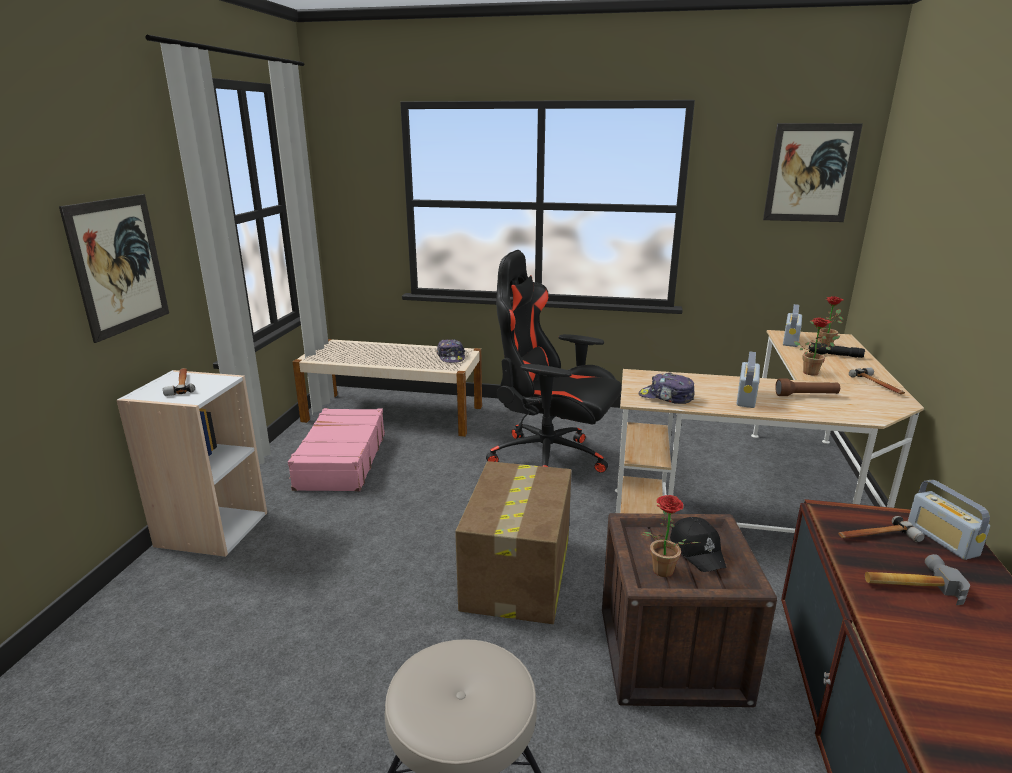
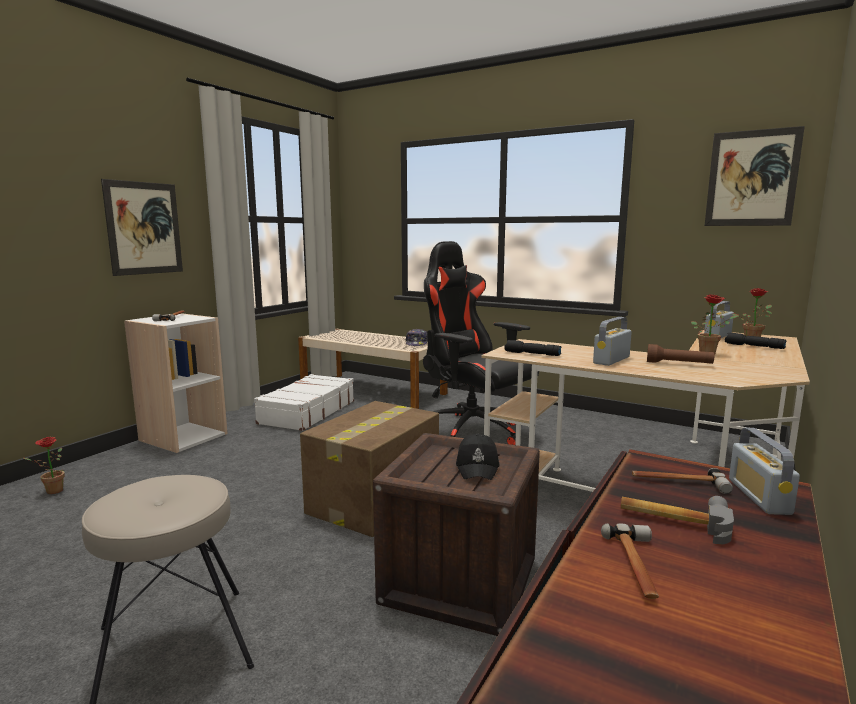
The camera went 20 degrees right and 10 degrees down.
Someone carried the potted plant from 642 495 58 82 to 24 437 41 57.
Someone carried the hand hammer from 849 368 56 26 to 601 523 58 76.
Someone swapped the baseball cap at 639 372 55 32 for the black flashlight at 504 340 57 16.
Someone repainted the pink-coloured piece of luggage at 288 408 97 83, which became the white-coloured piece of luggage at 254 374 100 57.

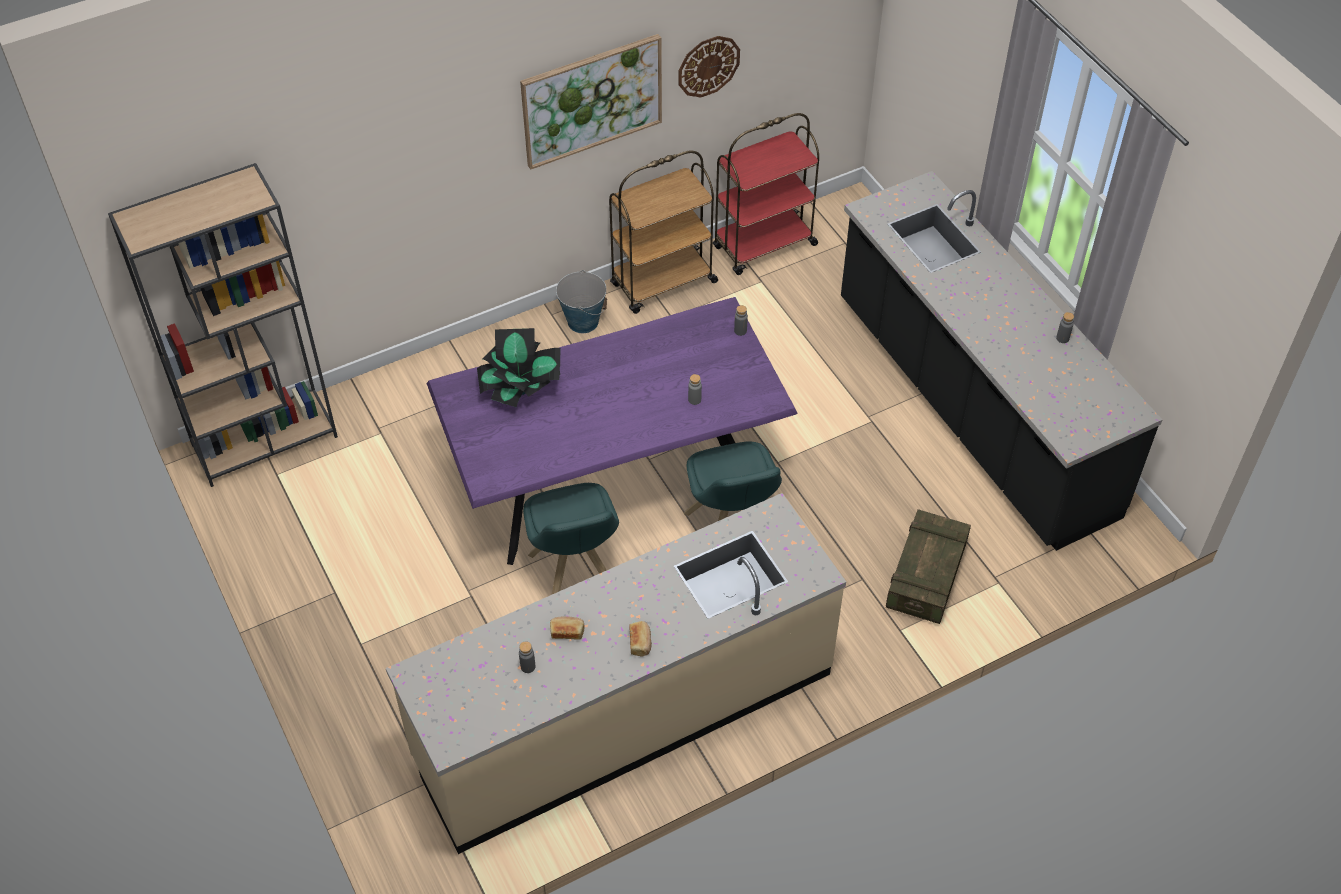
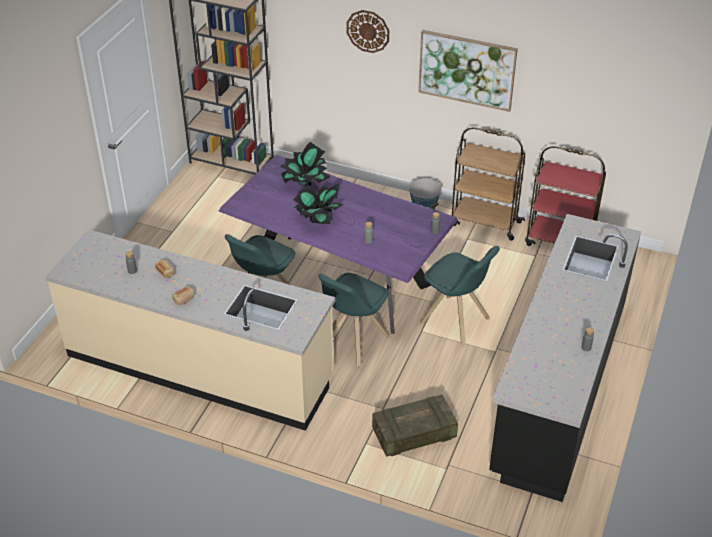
The camera went 50 degrees right and 10 degrees down.
Someone put down the potted plant at 293 183 51 41.
Someone put down the turquoise-coloured plain chair at 420 246 80 98.
Someone carried the clock on the wall from 678 36 62 61 to 347 10 42 43.

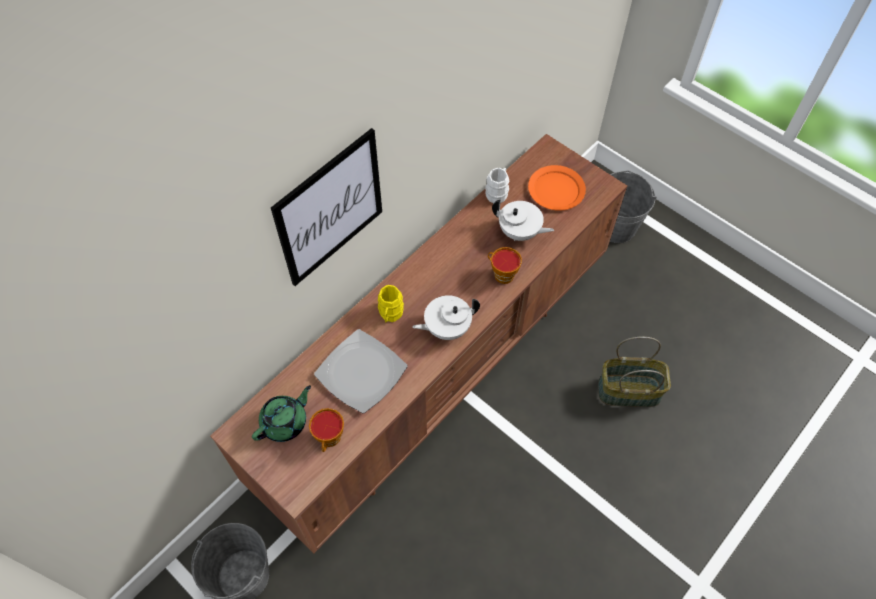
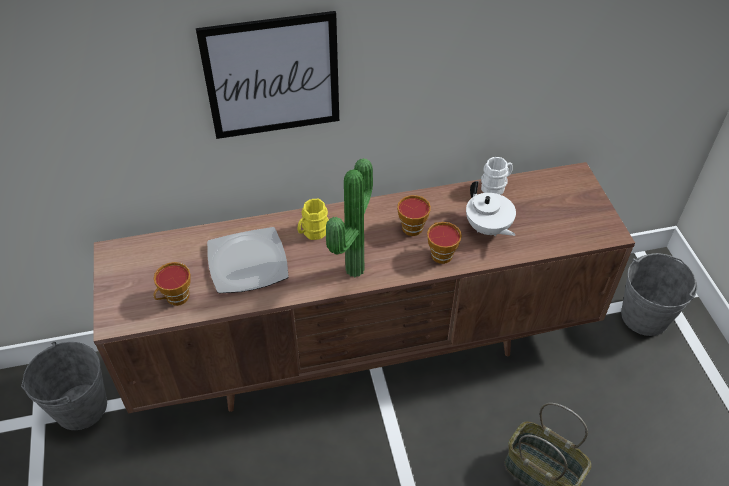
The camera went 35 degrees right and 10 degrees down.
Someone took away the greenish pot for tea at 252 385 59 57.
Someone took away the orange-coloured plate at 528 165 58 46.
Someone put down the drinking cup at 397 195 34 41.
Someone swapped the white-coloured pot for tea at 412 295 68 45 for the potted plant at 326 158 47 119.

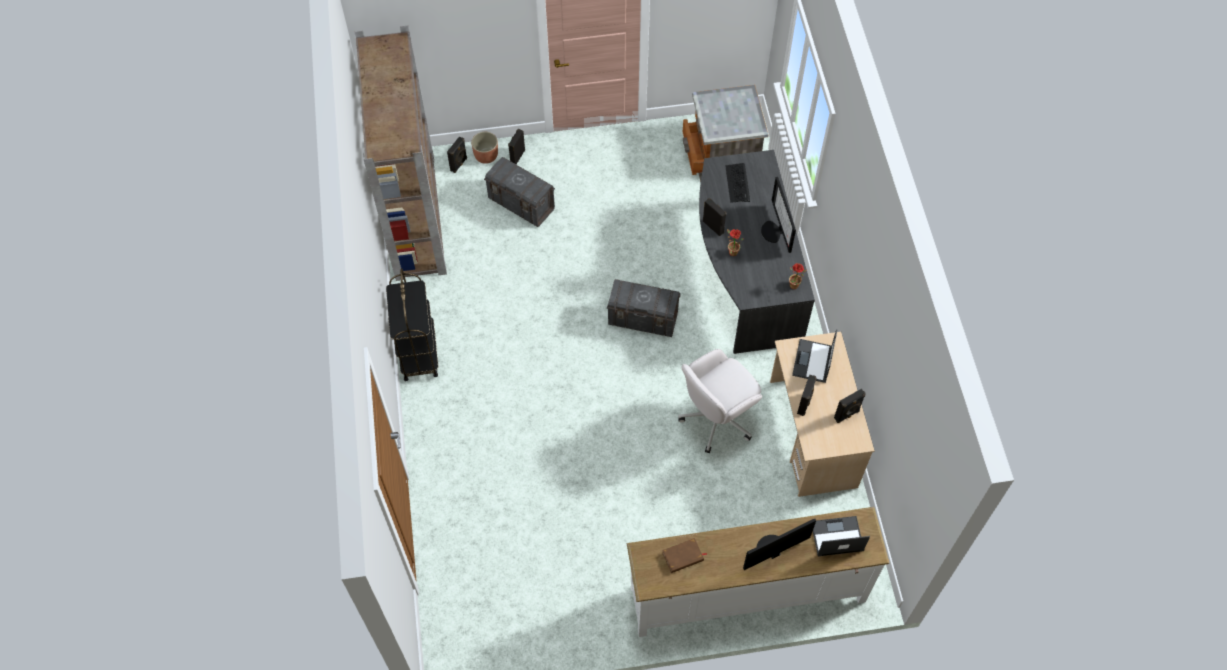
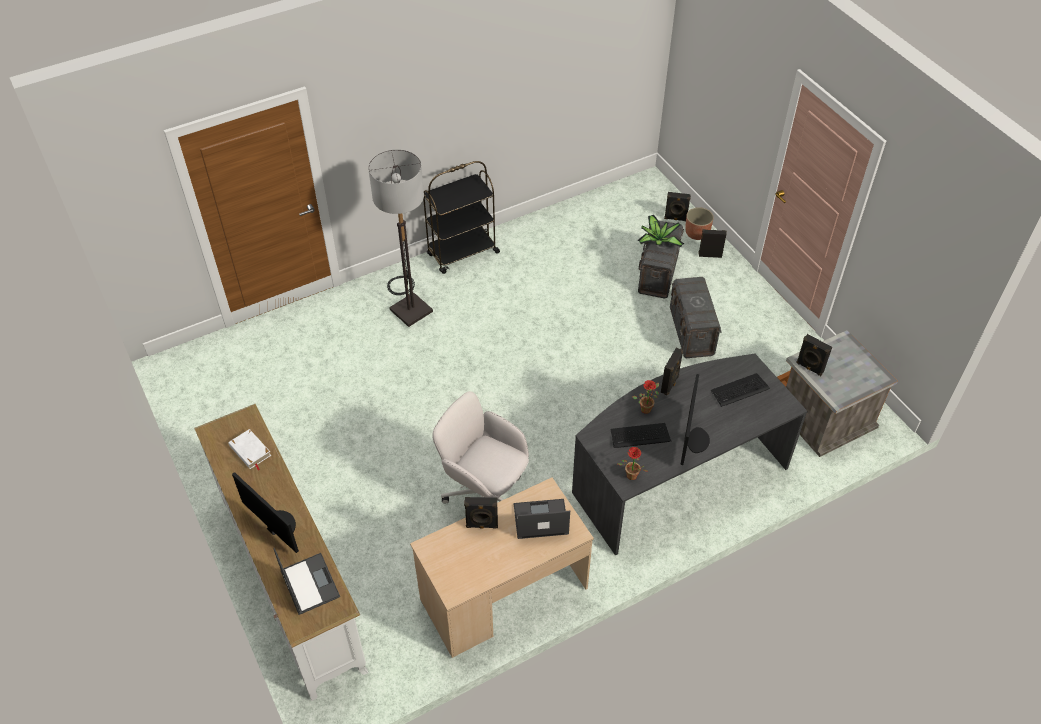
The camera went 70 degrees right and 10 degrees down.
Someone took away the brown-coloured bookcase at 354 25 93 256.
Someone put down the standing lamp at 368 149 65 178.
Someone put down the PC keyboard at 610 423 61 25.
Someone put down the potted plant at 638 215 46 32.
Someone carried the gray storage box from 607 279 74 58 to 670 277 51 81.
Someone carried the black loudspeaker from 834 389 32 34 to 796 334 36 42.
Someone repainted the brown-coloured book at 662 538 45 35, which became the white-coloured book at 228 429 43 41.
Someone rotated the monitor at 761 177 35 76 by 135 degrees clockwise.

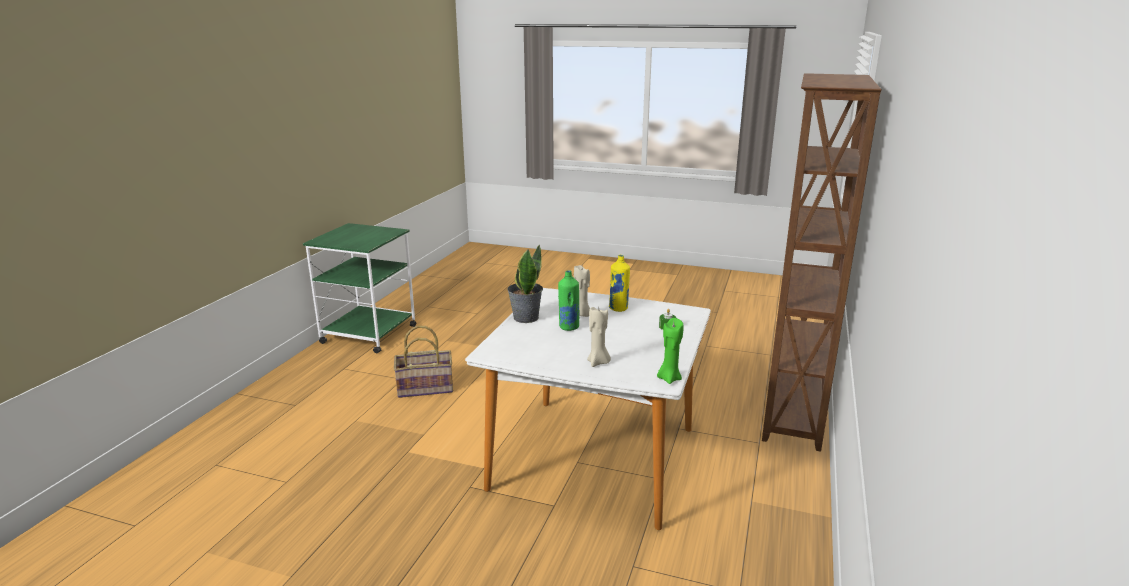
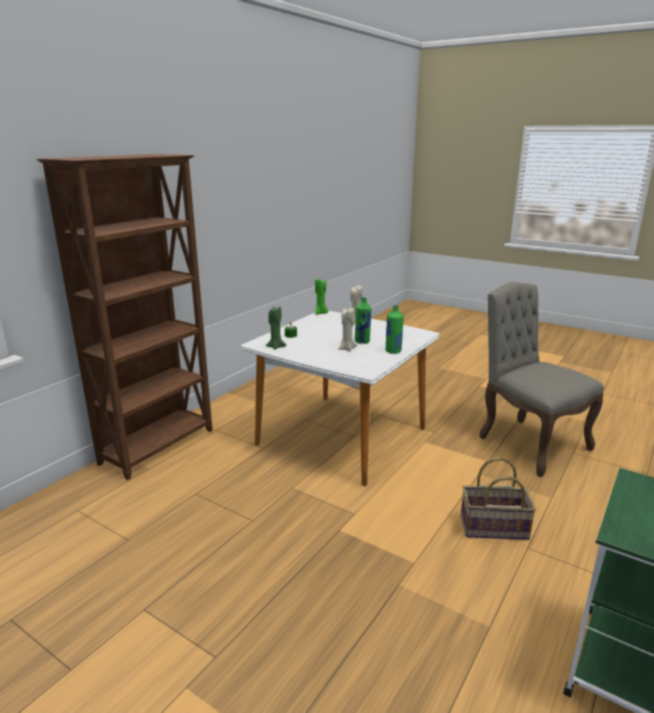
The camera went 165 degrees left and 0 degrees up.
Someone took away the yellow bottle at 609 255 21 57.
Someone put down the greenish wax candle at 266 306 20 43.
Someone put down the gray plain chair at 480 282 124 195.
Someone swapped the potted plant at 507 244 36 79 for the greenish bottle at 386 305 17 49.

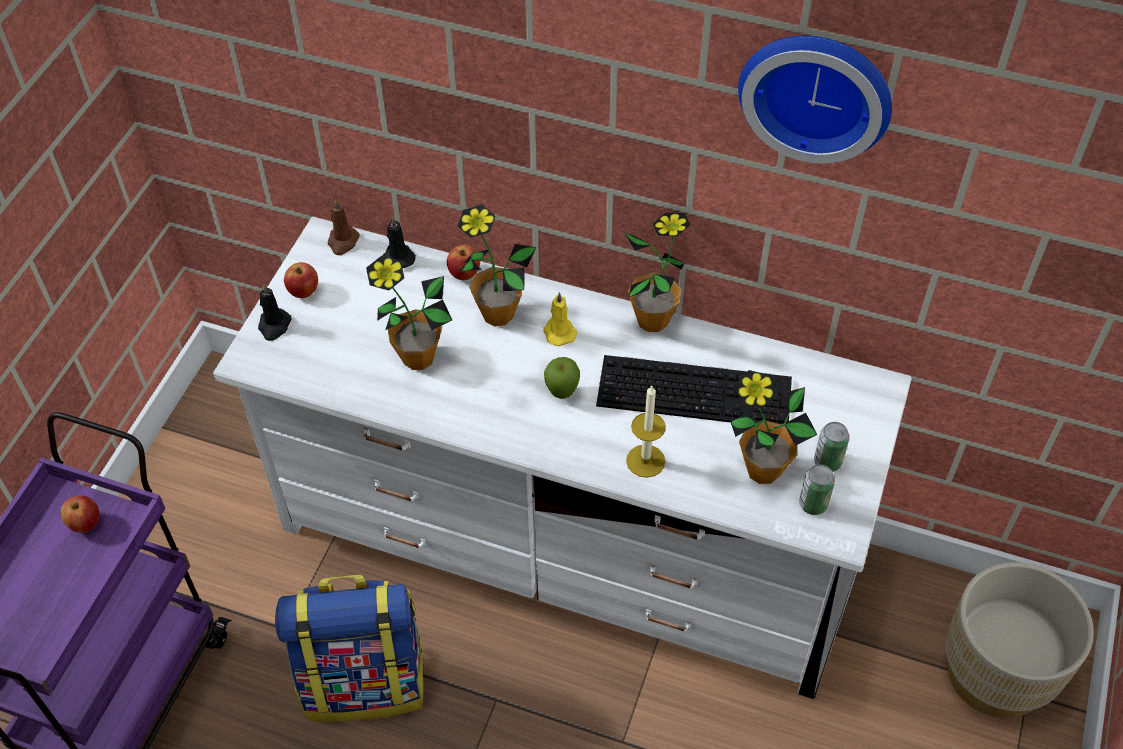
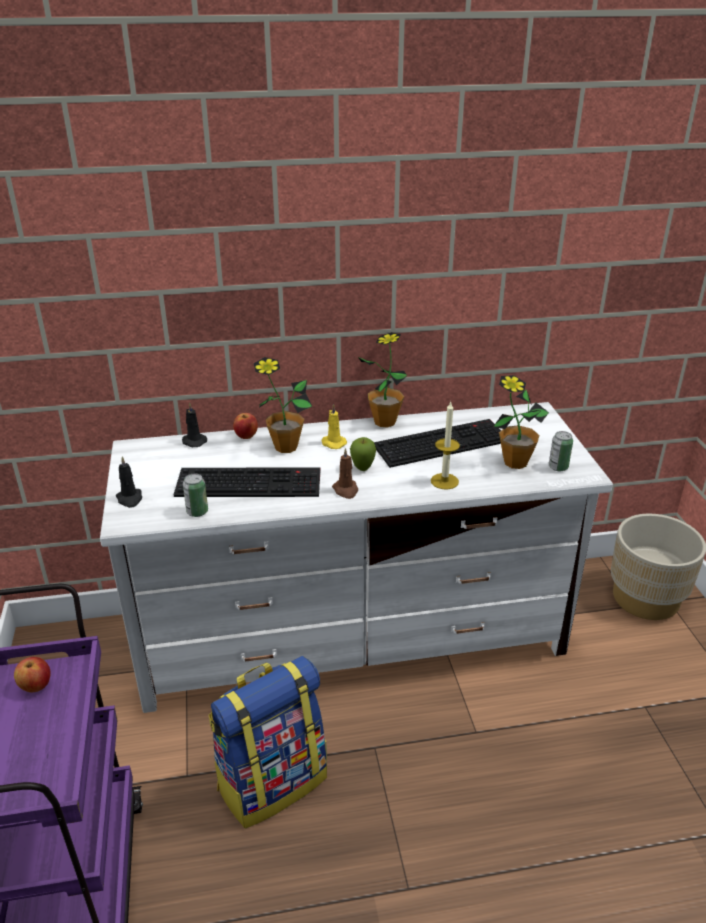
The camera went 30 degrees left and 20 degrees down.
Someone took away the whole apple at 284 262 34 36.
Someone took away the clock on the wall at 738 36 154 128.
Someone carried the brown-coloured wax candle from 328 199 32 56 to 332 448 26 51.
Someone carried the can from 814 422 35 50 to 183 474 25 43.
Someone swapped the potted plant at 366 256 86 114 for the PC keyboard at 174 468 146 29.

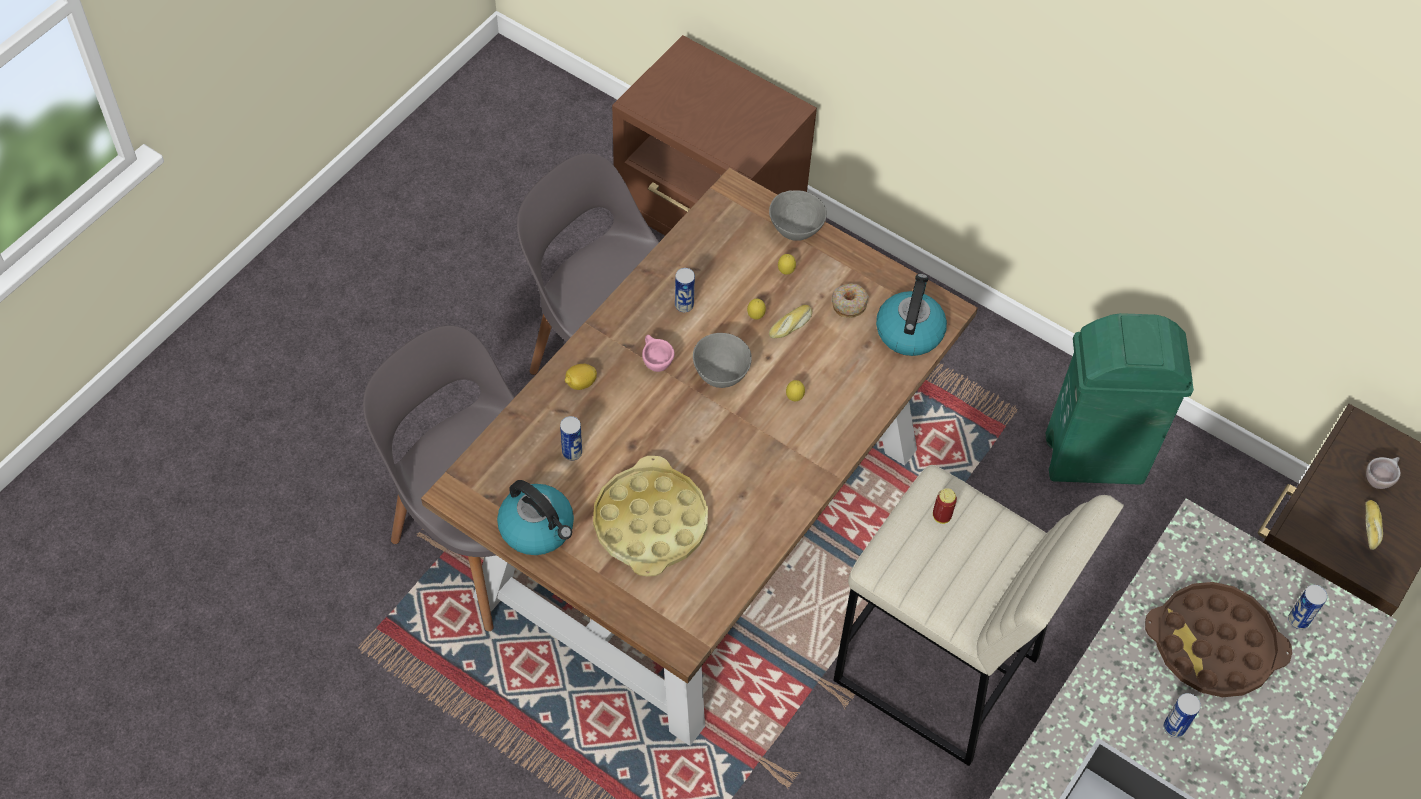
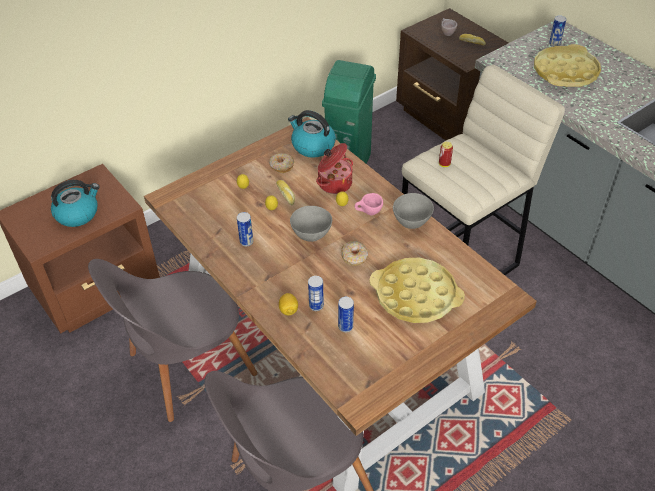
The camera went 70 degrees left and 10 degrees down.
Someone put down the cooking pot at 316 143 37 51.
Someone put down the ring doughnut at 341 241 27 25.
Someone carried the tea kettle from 497 480 77 75 to 51 180 49 47.
Someone carried the pink-coloured drinking cup from 642 335 33 37 to 354 193 29 22.
Someone carried the gray serving bowl from 769 190 58 51 to 393 193 41 36.
Someone carried the can from 1164 693 37 44 to 308 276 16 35.
Someone repainted the brown-coloured tray at 1145 582 147 115, which became the yellow tray at 534 44 67 43.

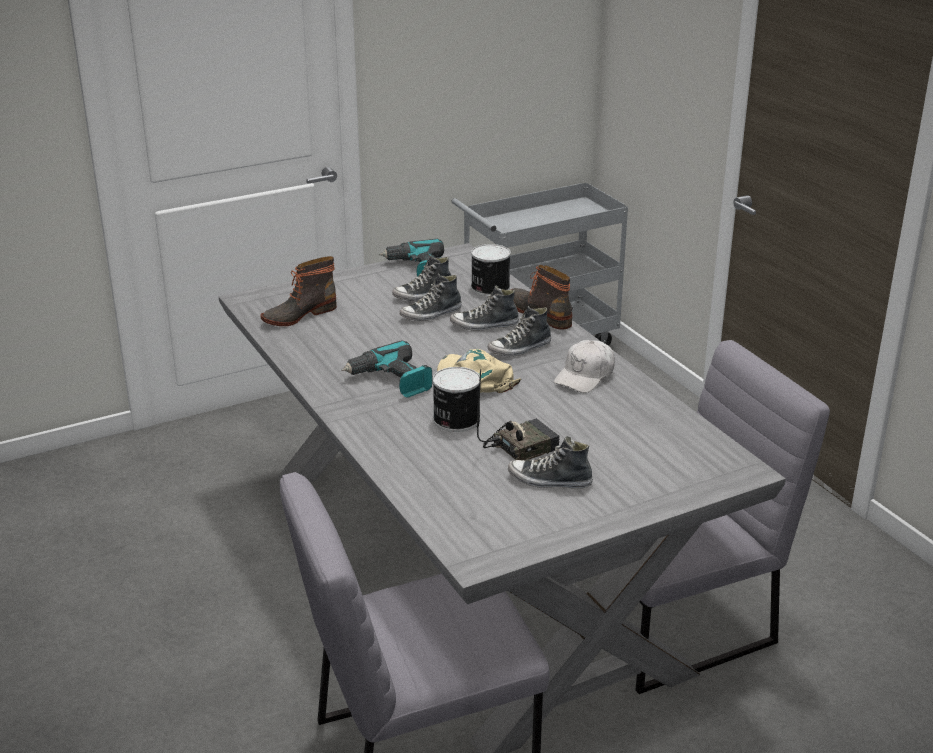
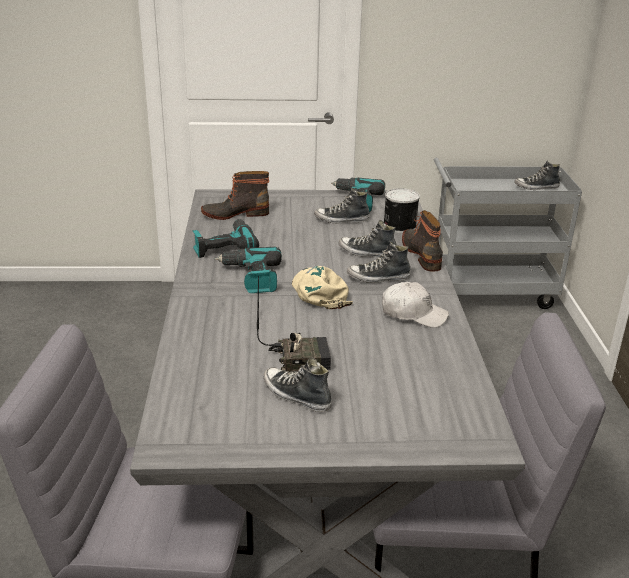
The camera went 25 degrees right and 0 degrees up.
Someone took away the can at 433 367 47 65.
Someone put down the drill at 192 219 67 39.
Someone carried the shoe from 399 273 63 48 to 514 161 46 29.
Someone rotated the white-coloured baseball cap at 554 340 61 53 by 135 degrees counterclockwise.

